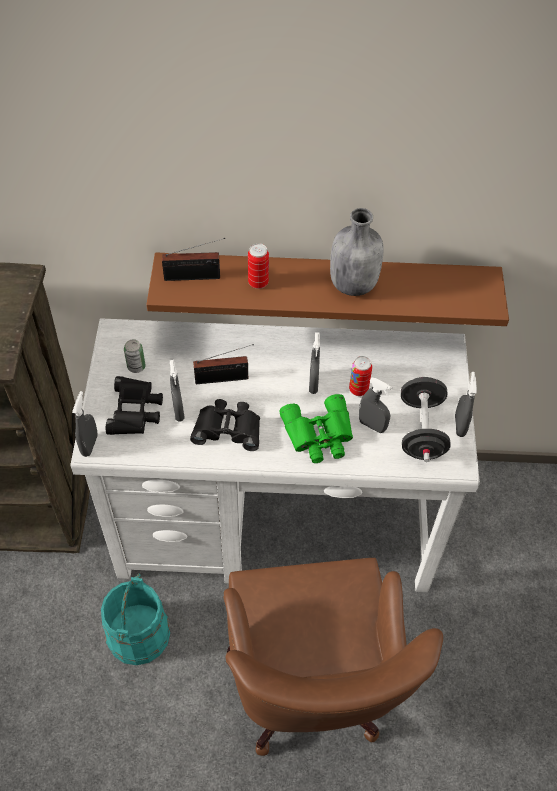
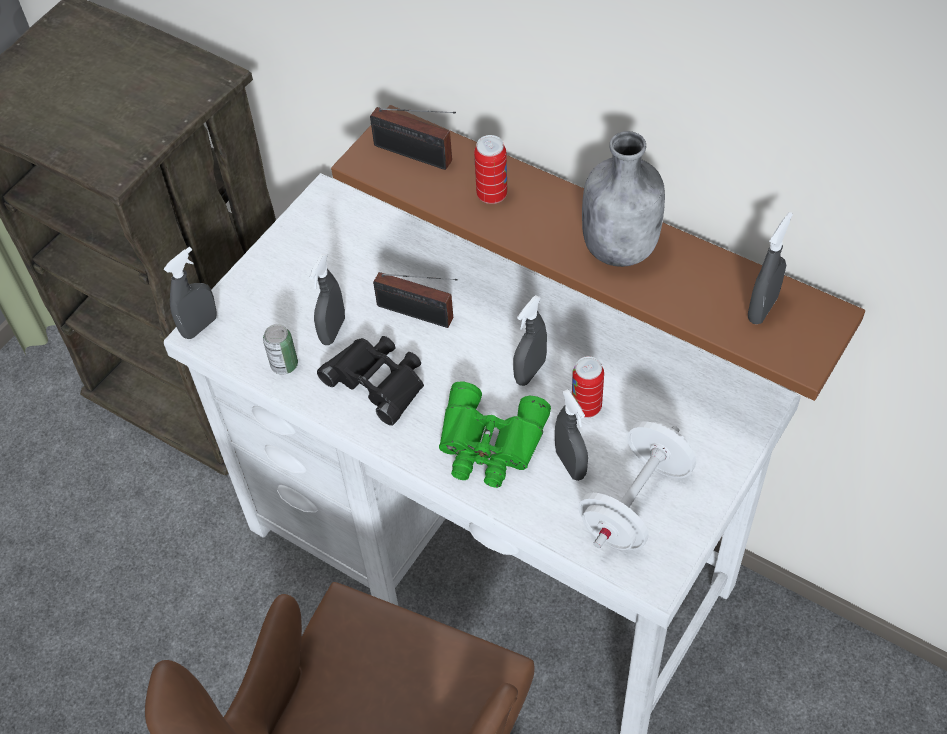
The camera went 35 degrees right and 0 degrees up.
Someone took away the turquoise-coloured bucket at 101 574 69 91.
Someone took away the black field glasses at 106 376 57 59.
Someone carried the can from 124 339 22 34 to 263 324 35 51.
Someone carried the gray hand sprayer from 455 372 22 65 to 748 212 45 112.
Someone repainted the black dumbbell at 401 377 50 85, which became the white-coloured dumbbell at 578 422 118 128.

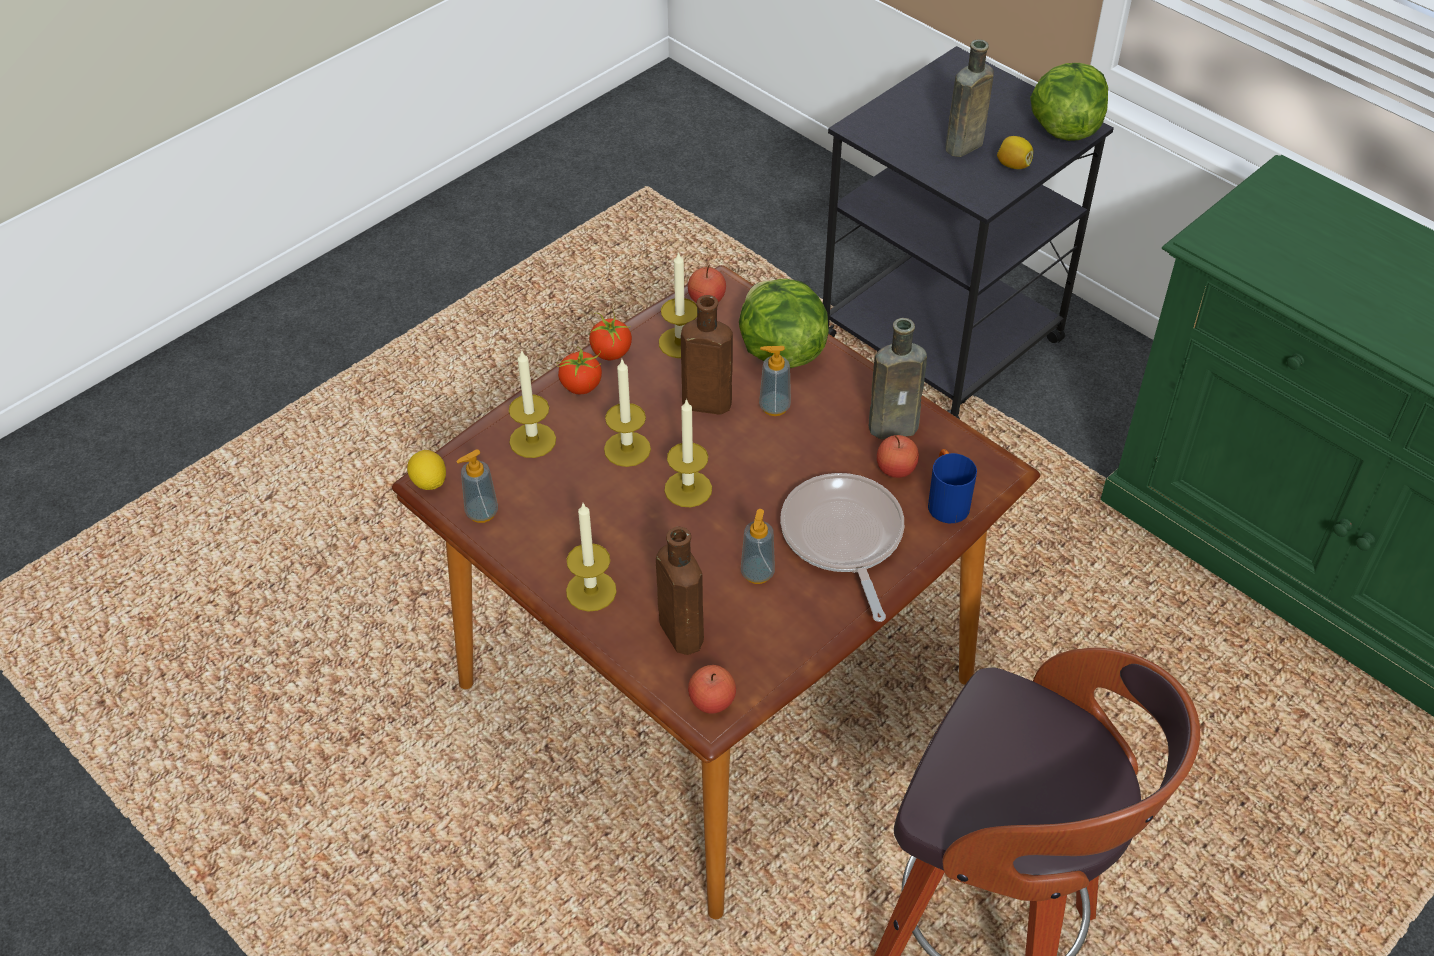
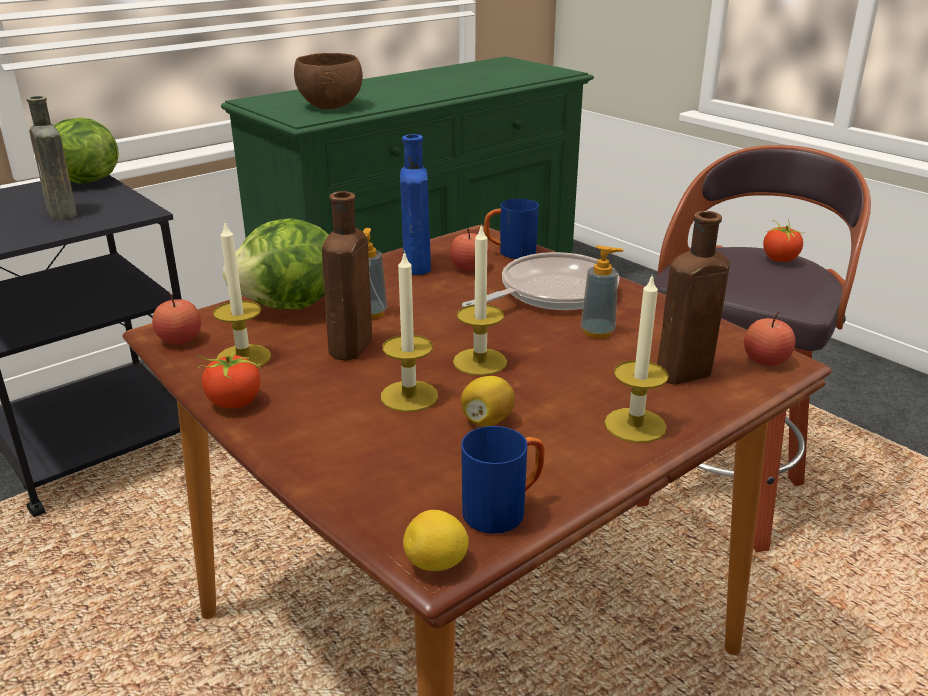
The camera went 85 degrees left and 20 degrees down.
Someone took away the wax candle at 509 351 47 107.
Someone put down the brown-coloured serving bowl at 294 53 69 56.
Someone carried the fresh tomato from 556 347 46 48 to 763 220 40 42.
Someone carried the citrus fruit from 997 136 36 33 to 461 376 54 51.
Someone swapped the soap bottle at 456 449 42 74 for the bluish tea mug at 461 426 84 108.
Someone repainted the brown-coloured bottle at 869 318 58 121, which became the bluish bottle at 400 134 31 141.
Someone rotated the pan at 780 473 124 149 by 150 degrees clockwise.

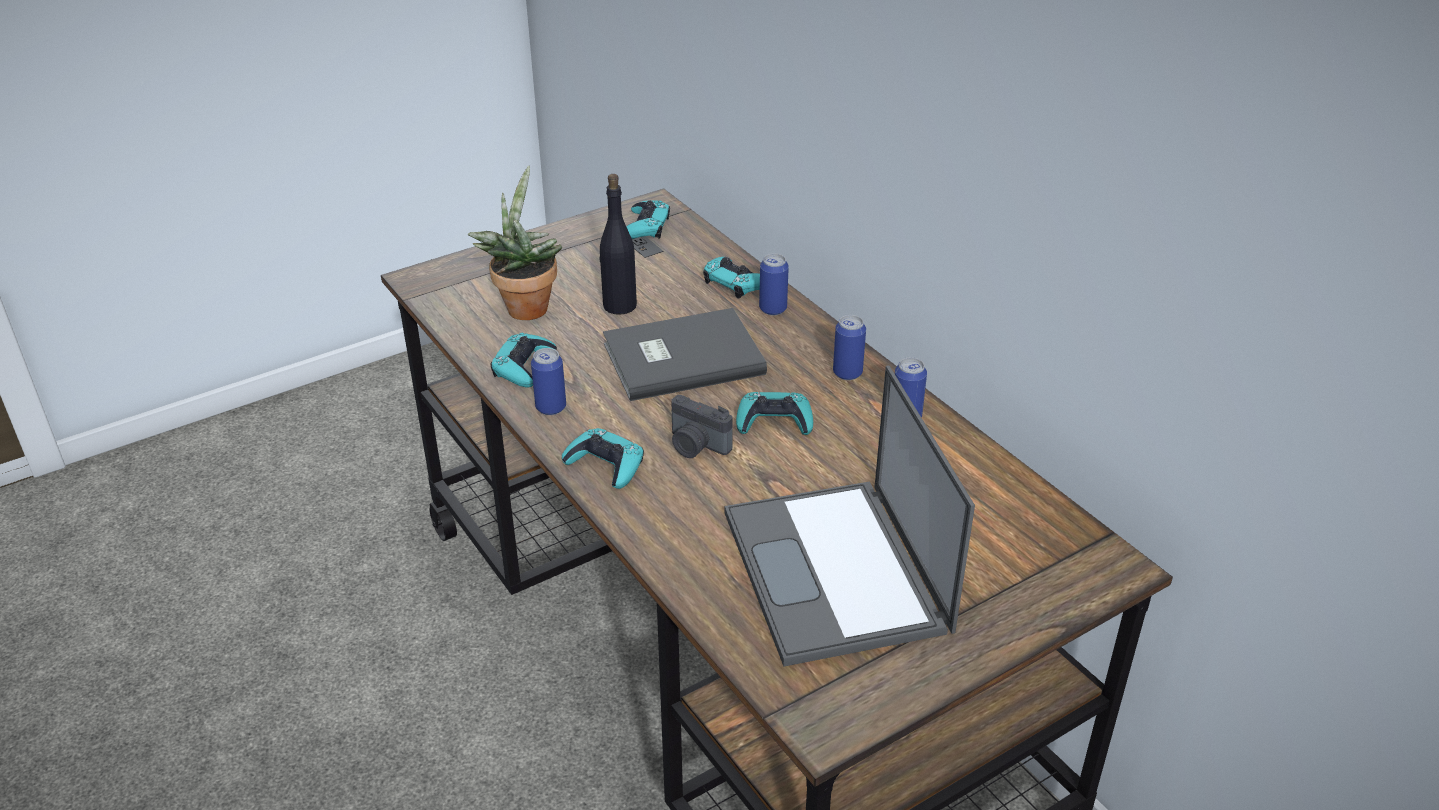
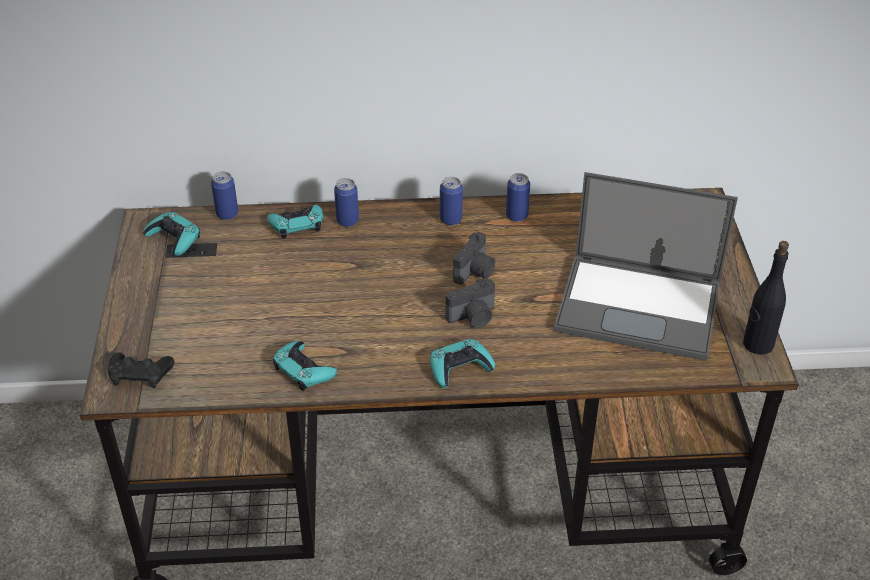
The camera went 60 degrees left and 5 degrees up.
Someone took away the potted plant at 468 166 94 154.
Someone took away the gray book at 603 308 164 93.
Someone put down the black game controller at 108 352 66 36.
Someone carried the can from 531 348 35 67 to 211 171 27 49.
Someone carried the black bottle from 600 174 37 141 to 743 241 46 114.
Someone swapped the turquoise-coloured game controller at 736 392 77 43 for the photo camera at 453 232 42 53.

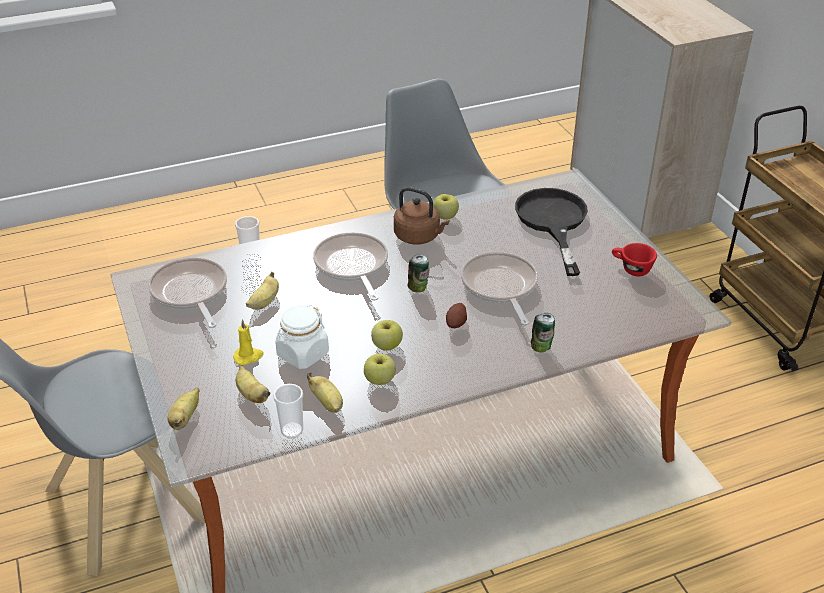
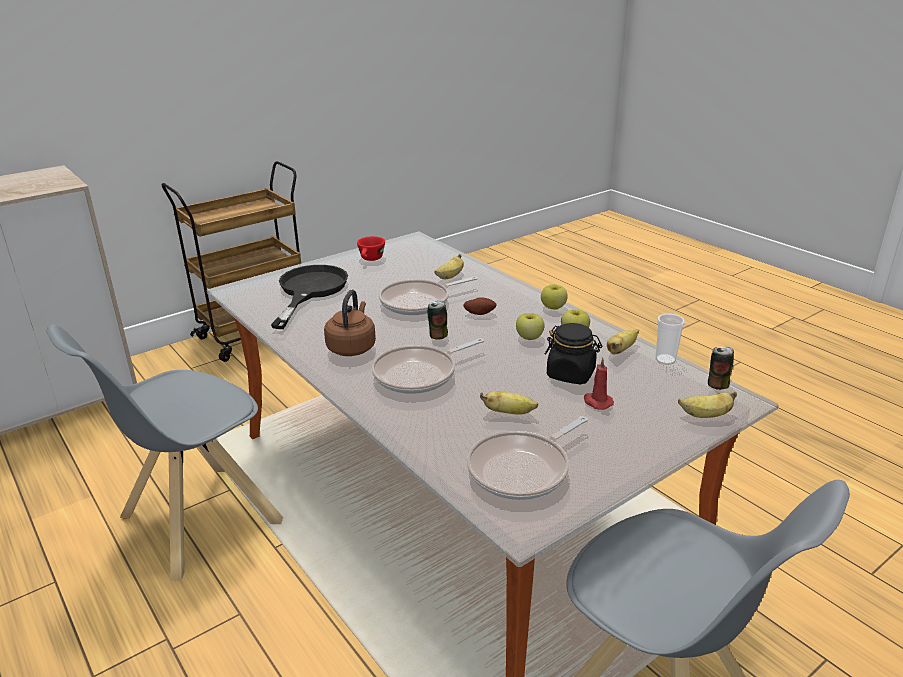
The camera went 105 degrees left and 10 degrees down.
Someone took away the drinking cup at 235 216 26 46.
Someone carried the whole banana from 236 366 34 37 to 434 254 30 25.
Someone carried the whole apple from 433 194 26 26 to 541 284 27 26.
Someone carried the can from 531 313 24 39 to 708 346 26 44.
Someone repainted the yellow wax candle at 233 319 31 46, which became the red wax candle at 584 358 30 52.
Someone repainted the white-coloured preserve jar at 276 305 53 64, which became the black preserve jar at 545 323 58 61.
Someone rotated the black pan at 515 188 73 88 by 120 degrees clockwise.

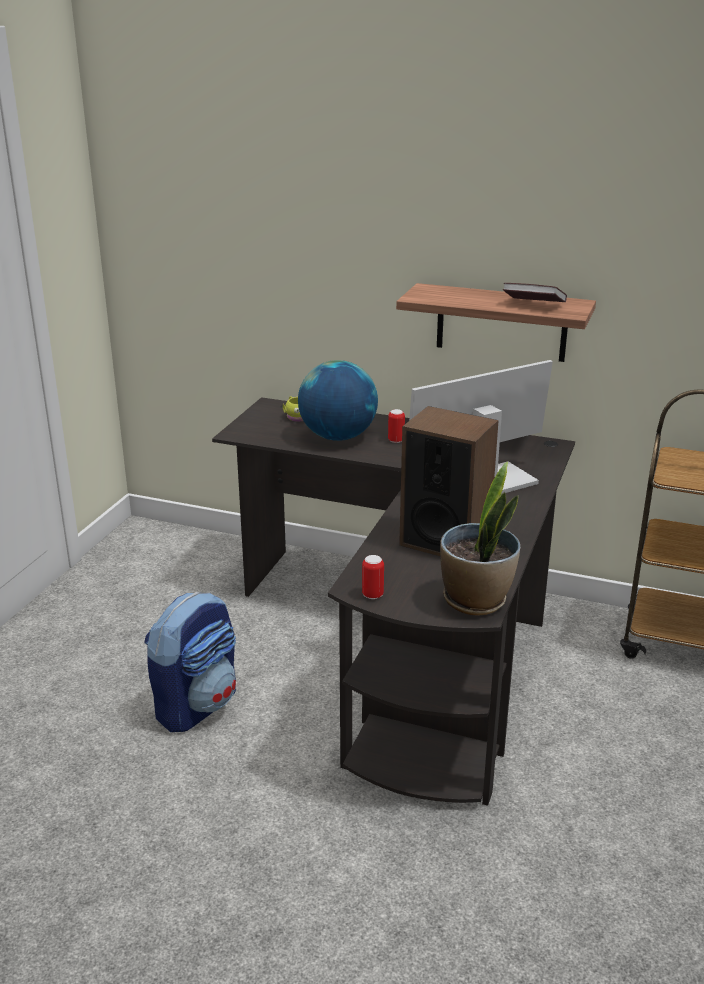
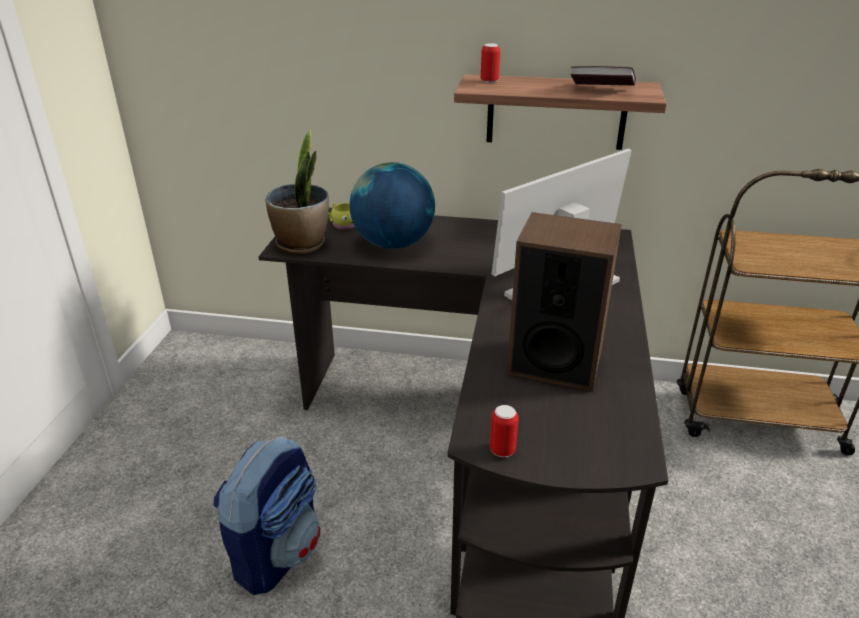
The camera went 10 degrees left and 5 degrees up.
Someone carried the can from 388 409 17 34 to 481 43 19 40.
Someone carried the potted plant from 440 462 80 153 to 265 129 64 125.

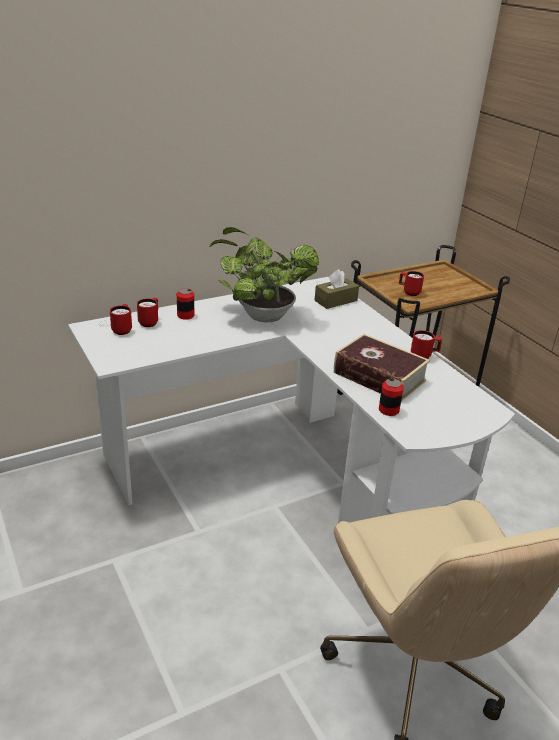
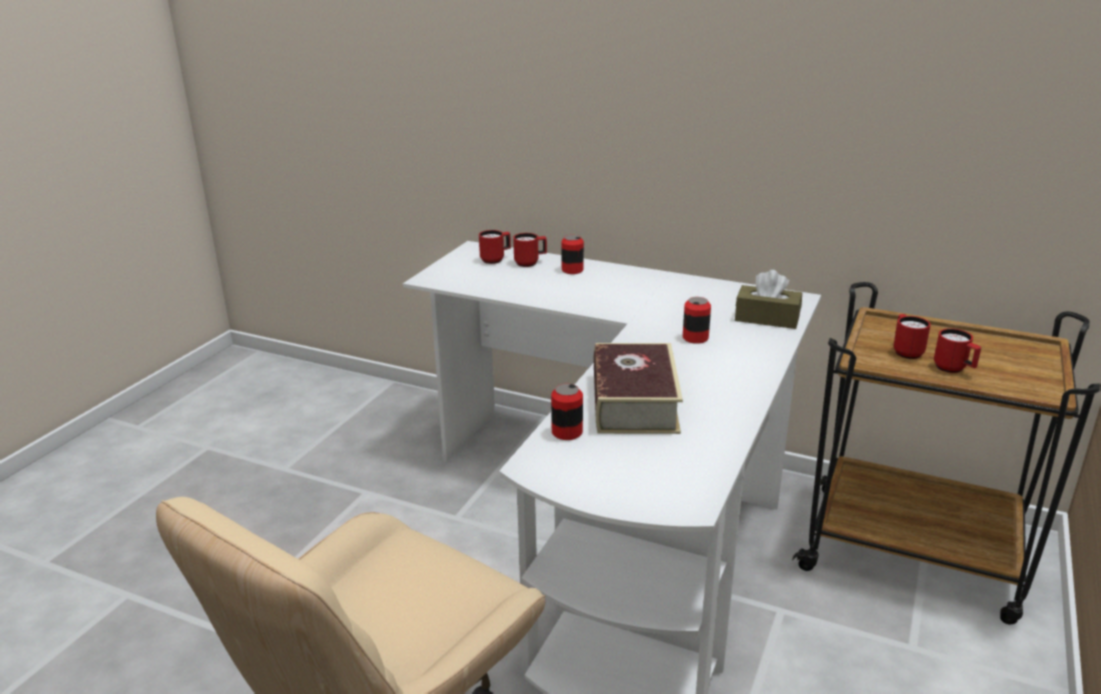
The camera went 55 degrees right and 5 degrees down.
Someone took away the potted plant at 209 227 110 95.
Someone put down the can at 683 297 28 47.
Someone carried the red tea mug from 411 330 31 29 to 934 328 48 45.

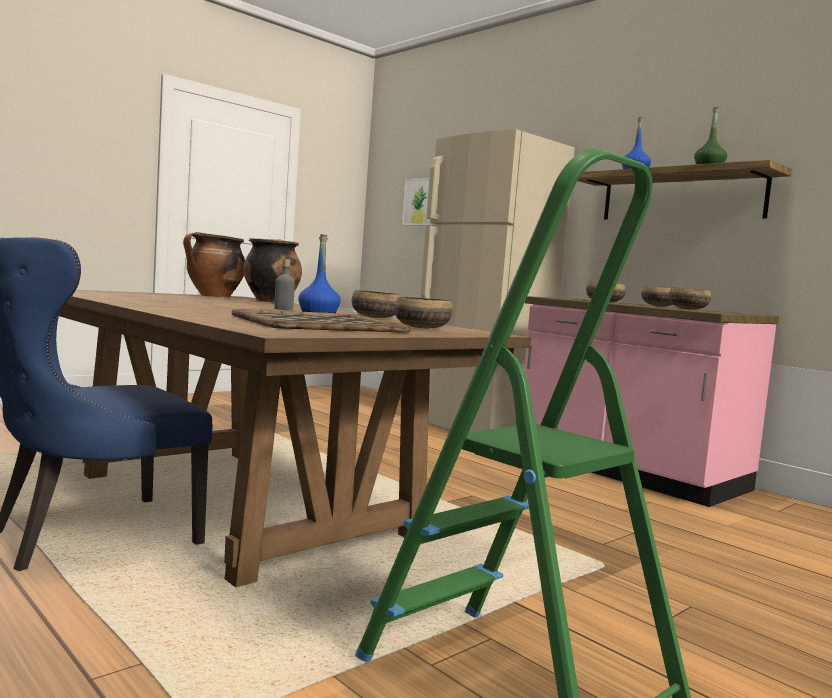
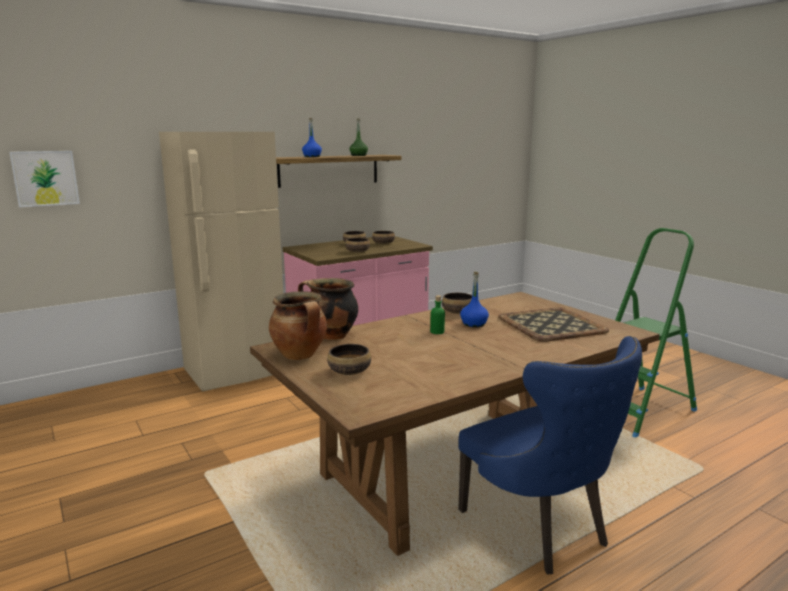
The camera went 80 degrees left and 10 degrees up.
Someone carried the serving bowl from 394 297 59 31 to 327 344 44 31.
Someone repainted the gray bottle at 274 259 21 51, which became the greenish bottle at 430 295 15 39.

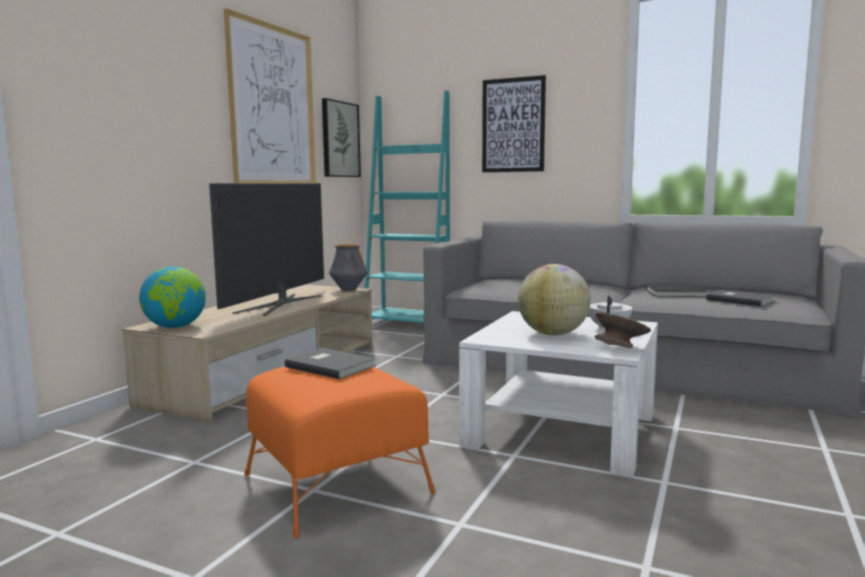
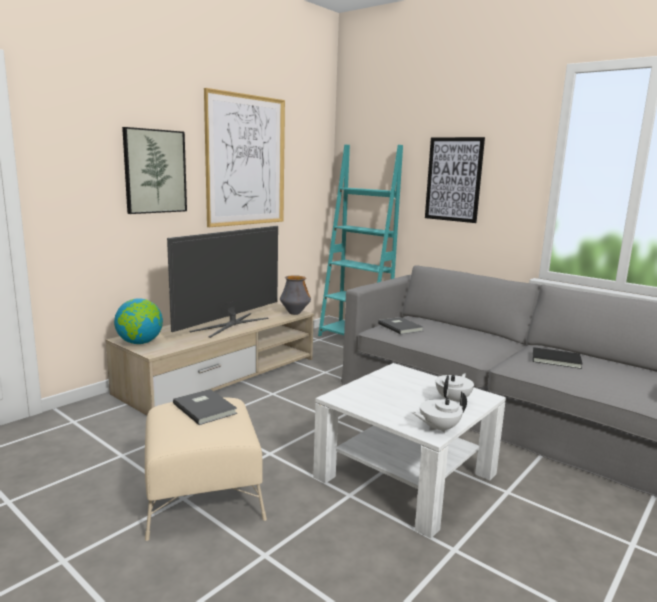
The camera went 15 degrees right and 5 degrees up.
Someone took away the globe at 518 264 73 72.
Someone carried the picture from 322 98 39 79 to 122 127 65 87.
Someone carried the gray book from 706 290 69 16 to 378 317 45 18.
Someone swapped the gray serving bowl at 595 312 56 36 for the white-coloured pot for tea at 412 392 55 41.
Someone repainted the orange-coloured footrest at 244 367 192 171, which became the beige footrest at 145 397 122 144.

